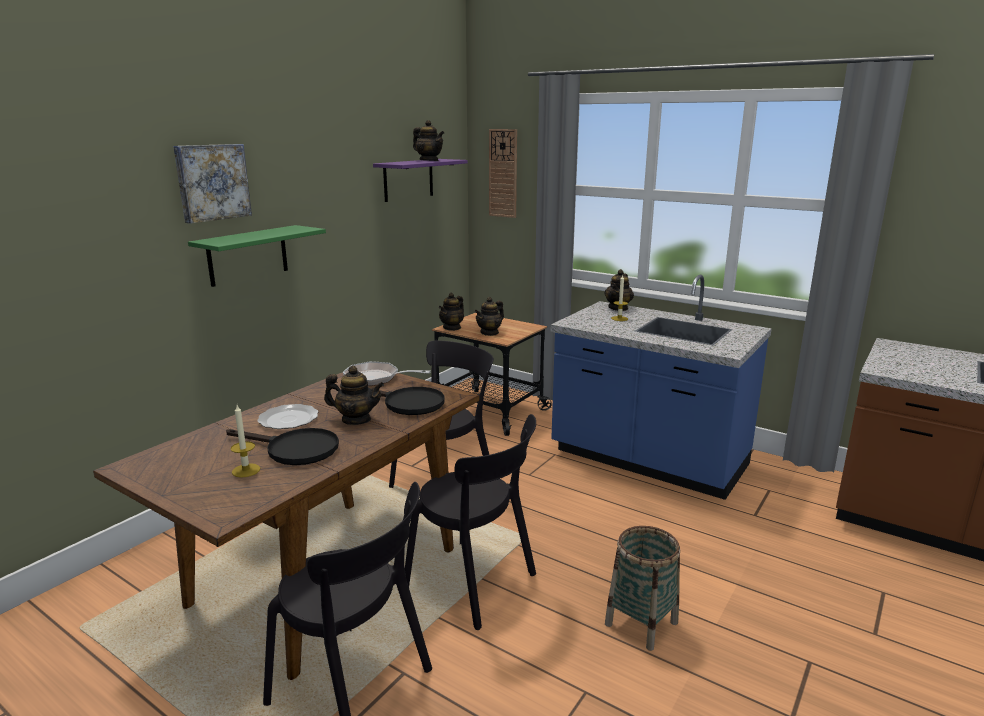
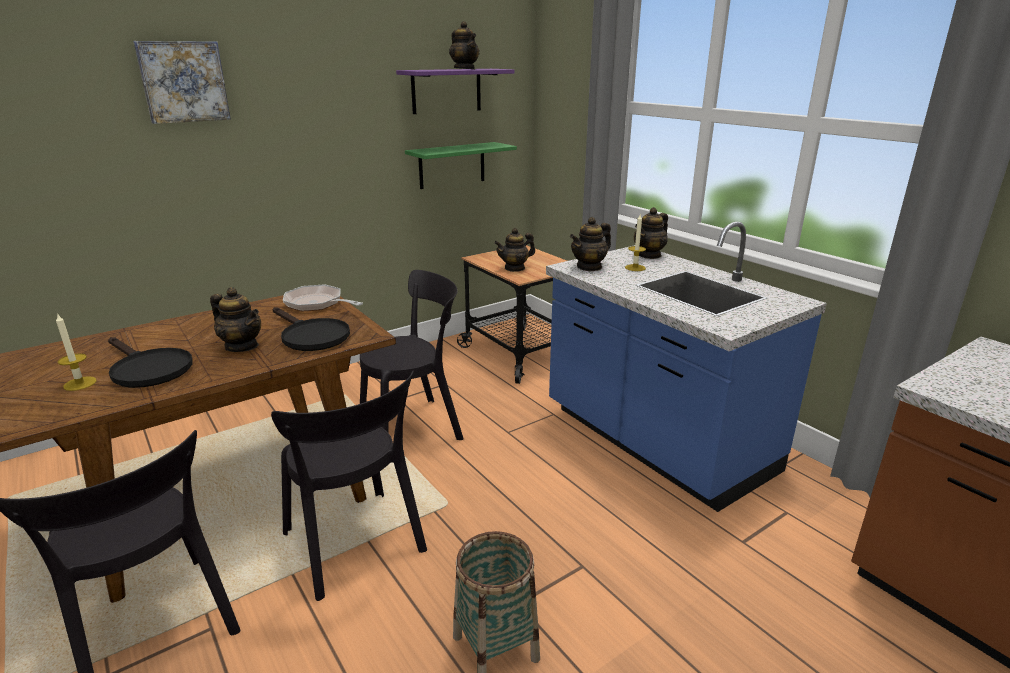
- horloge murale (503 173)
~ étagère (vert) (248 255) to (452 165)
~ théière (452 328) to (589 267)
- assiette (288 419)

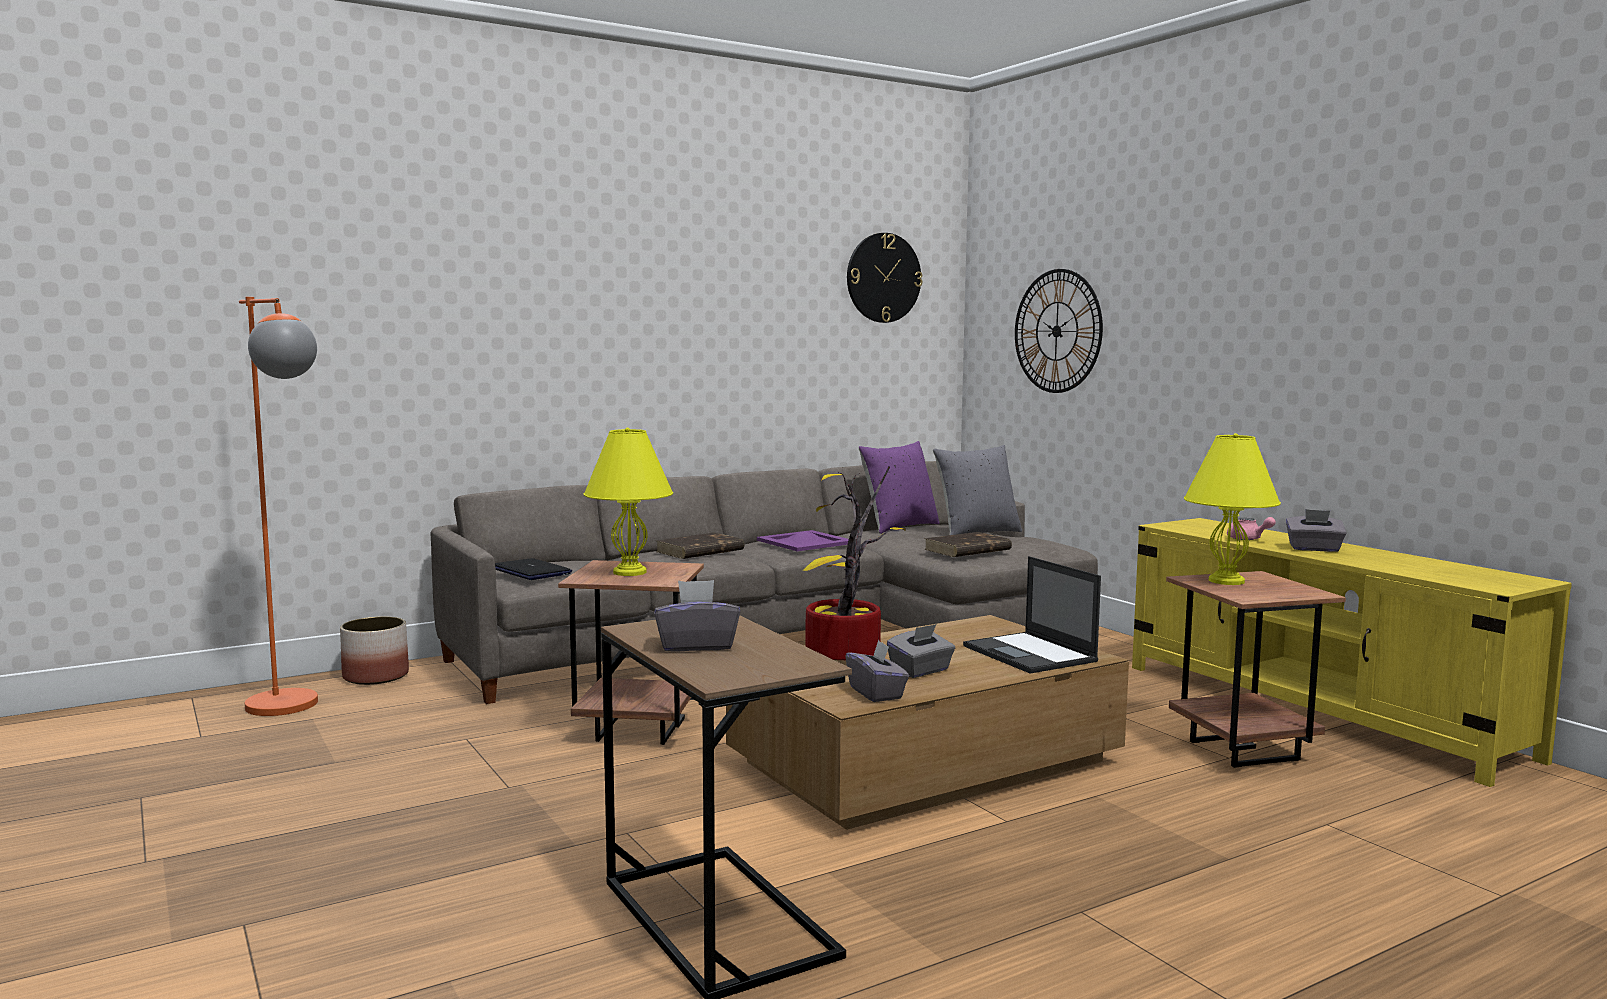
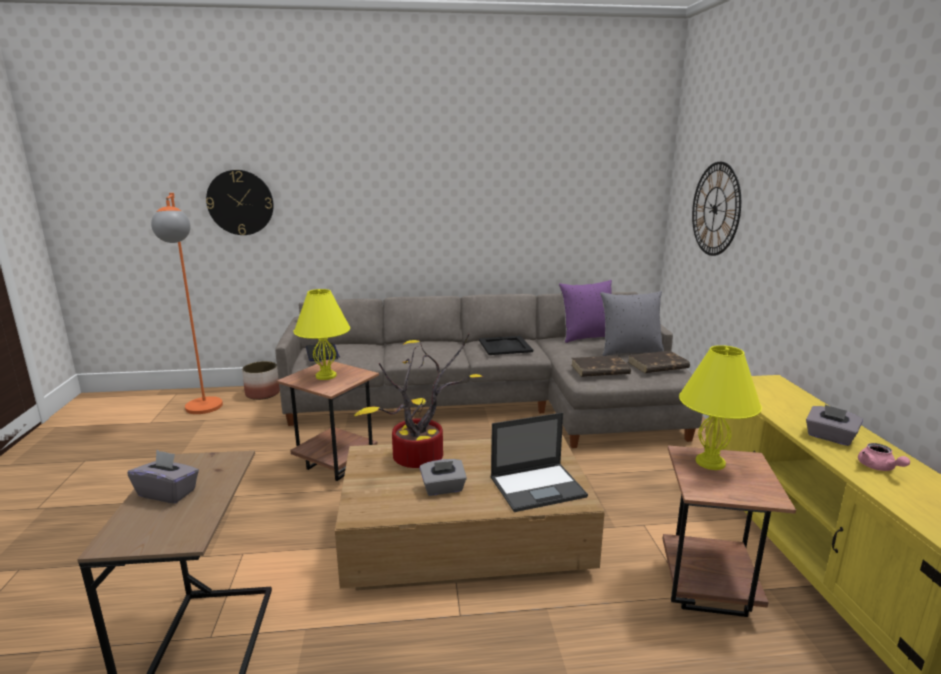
~ horloge murale (883 278) to (240 202)
~ théière (rose) (1247 539) to (878 468)
~ plateau (violet) (805 542) to plateau (noir) (505 346)
~ livre (marron) (699 551) to (657 365)
~ ordinateur portable (1030 654) = (538 487) 105 degrees counterclockwise
- boîte à mouchoirs (gris) (876 693)

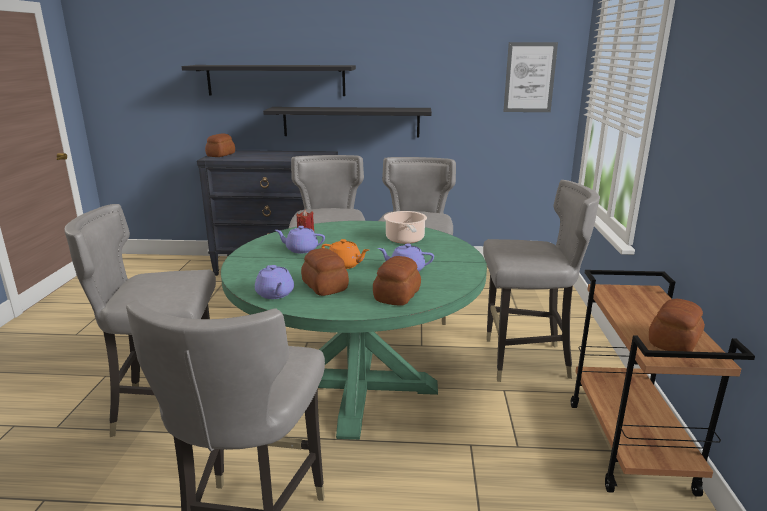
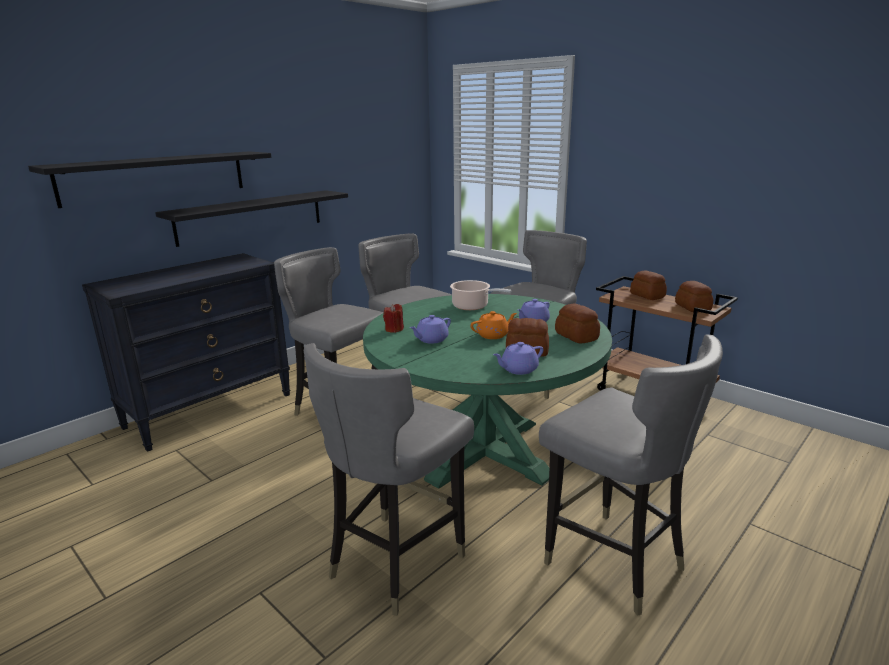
- tableau (529 77)
~ pain (220 155) to (647 296)
~ théière (violet) (275 294) = (518 369) 135 degrees clockwise

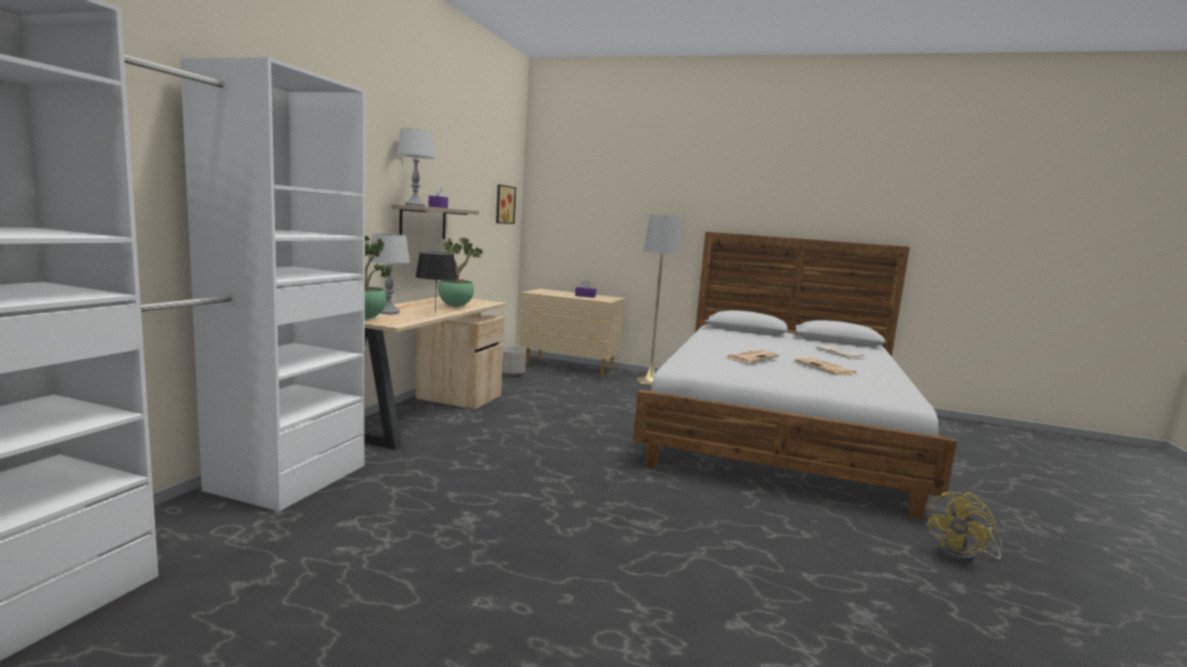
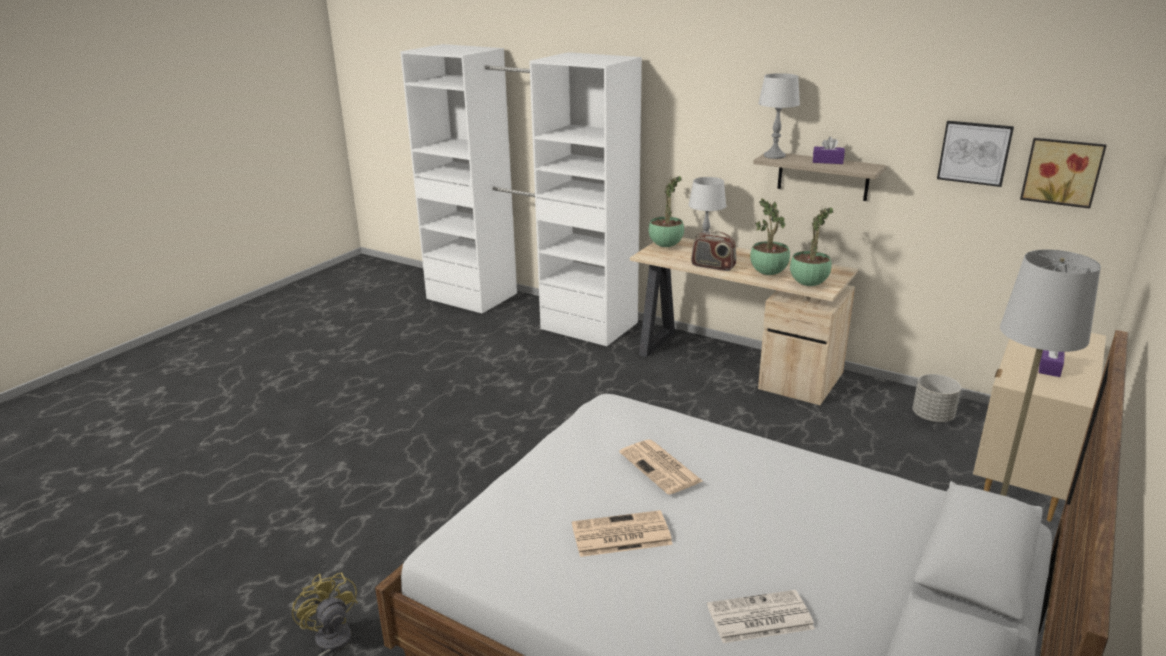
~ lampe de table (noir) (435 313) to radio (713 266)
+ tableau (974 153)
+ plante en pot (808 284)

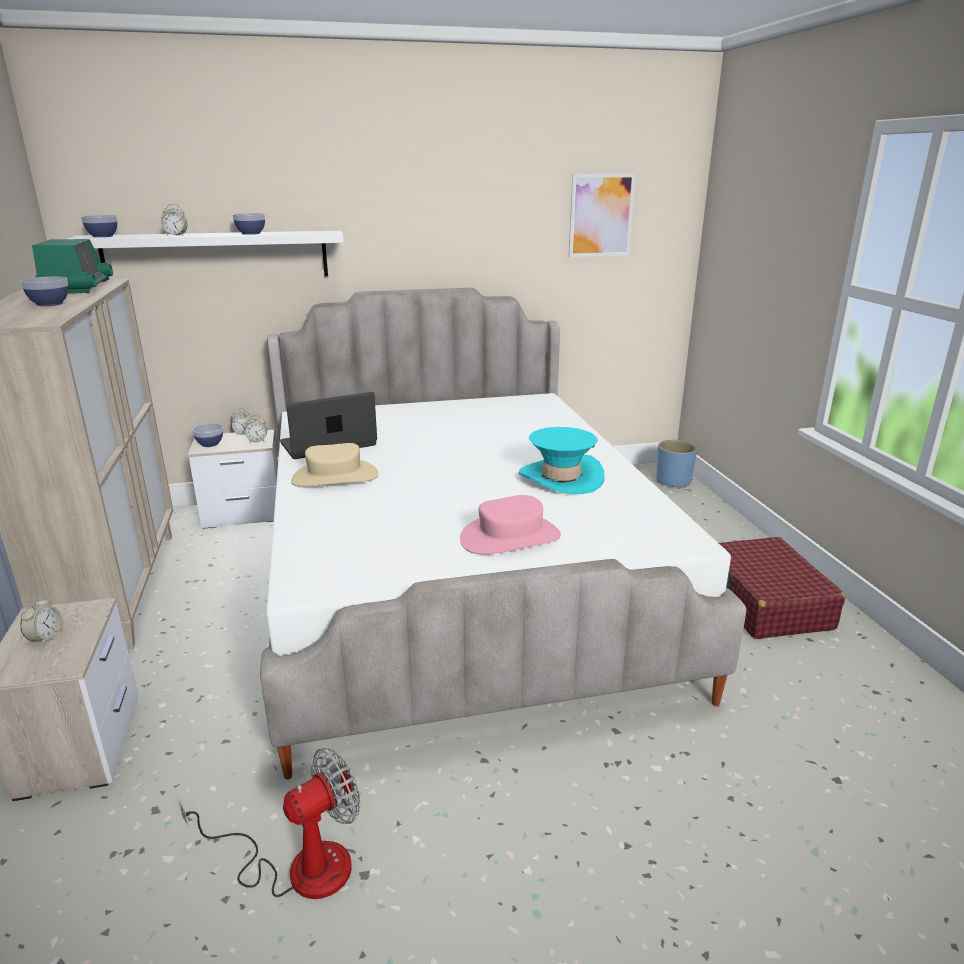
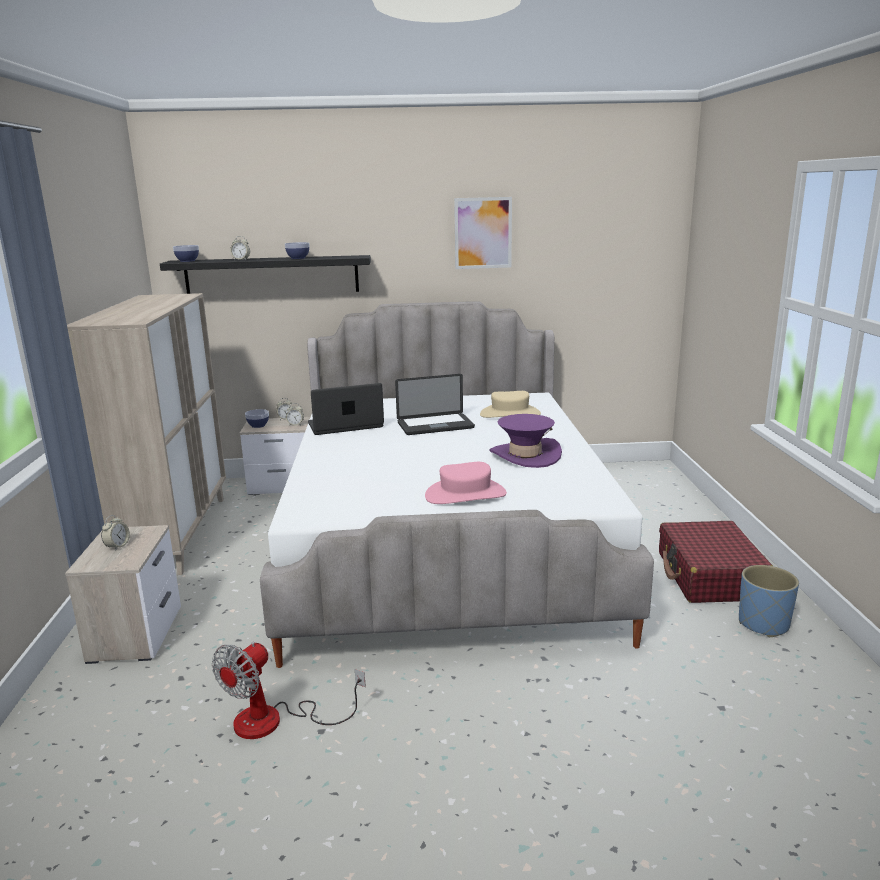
~ tableau (601 215) to (483 233)
~ étagère (blanc) (216 256) to étagère (noir) (272 276)
- radio (77 287)
- bol (50 304)
~ chapeau (turquoise) (561 478) to chapeau (violet) (525 455)
~ cache-pot (bleu) (673 482) to (764 624)
~ chapeau (beige) (335 477) to (510 414)
~ ventilateur (298 866) = (275 721) 150 degrees clockwise
+ ordinateur portable (435 425)

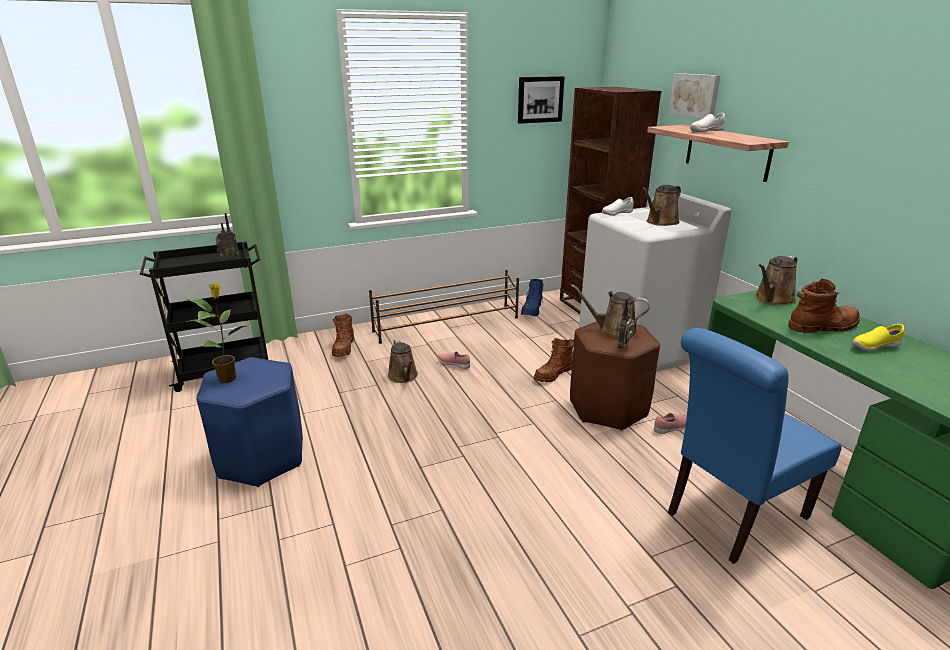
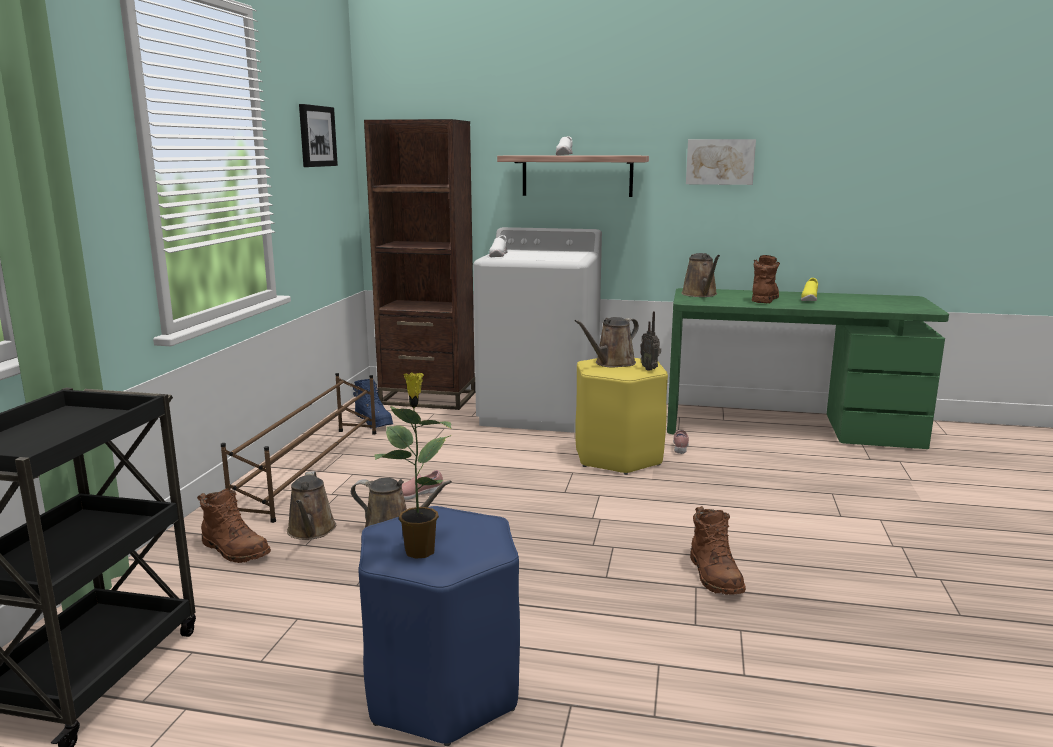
~ tableau (695 95) to (720 162)
~ arrosoir (marron) (660 222) to (311 531)
- radio (229 259)
~ tabouret (marron) (608 408) to tabouret (jaune) (618 457)
- chaise (bleu) (730 517)
~ botte (marron) (553 374) to (714 575)

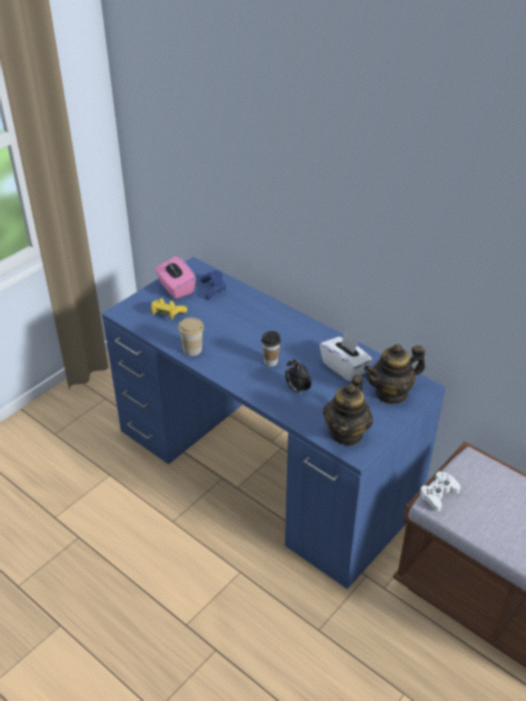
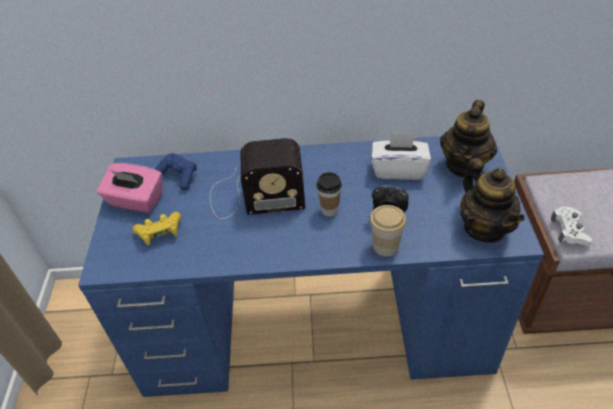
~ tasse (192 349) to (385 246)
+ radio (253 196)

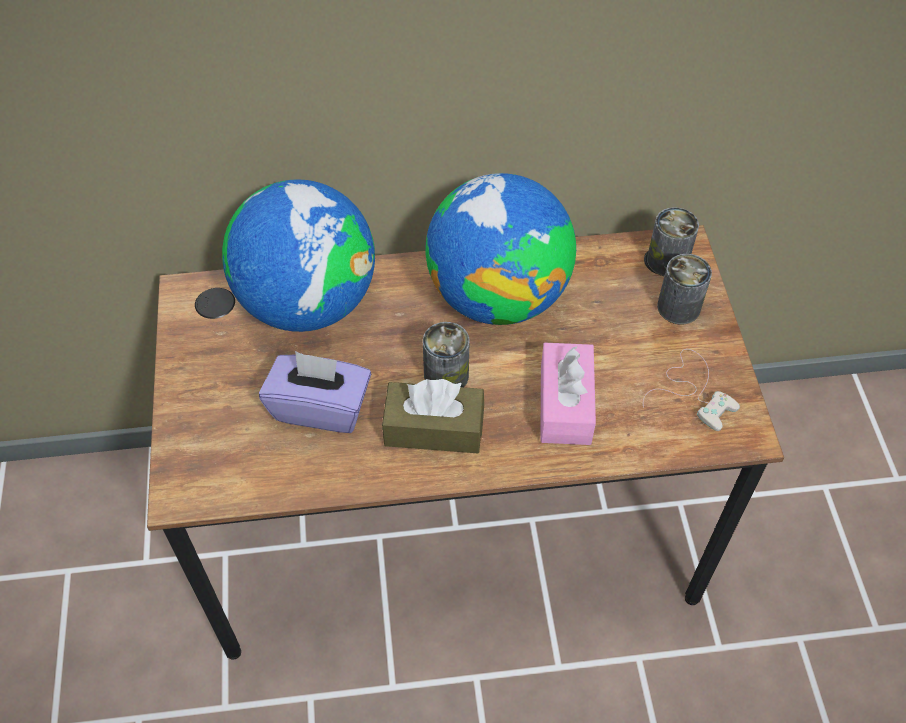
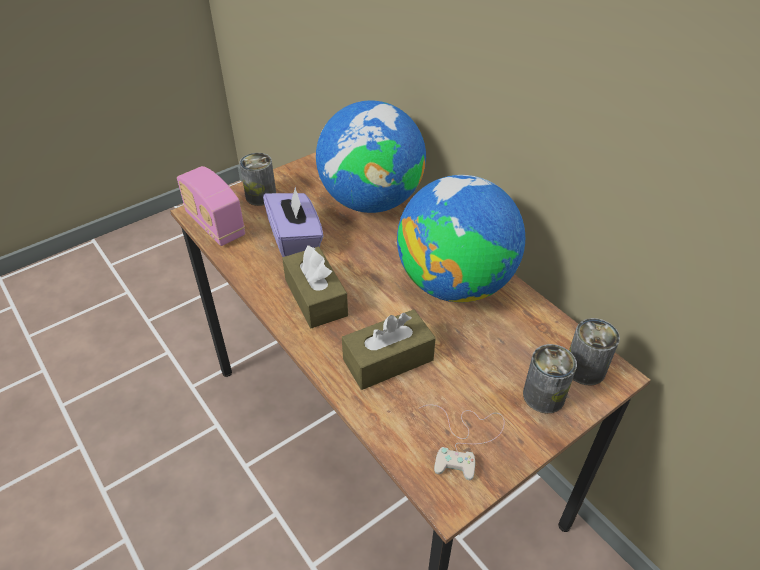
~ boîte métallique (446 375) to (261 196)
~ boîte à mouchoirs (rose) (565 404) to boîte à mouchoirs (marron) (388 360)
+ radio (215 225)

